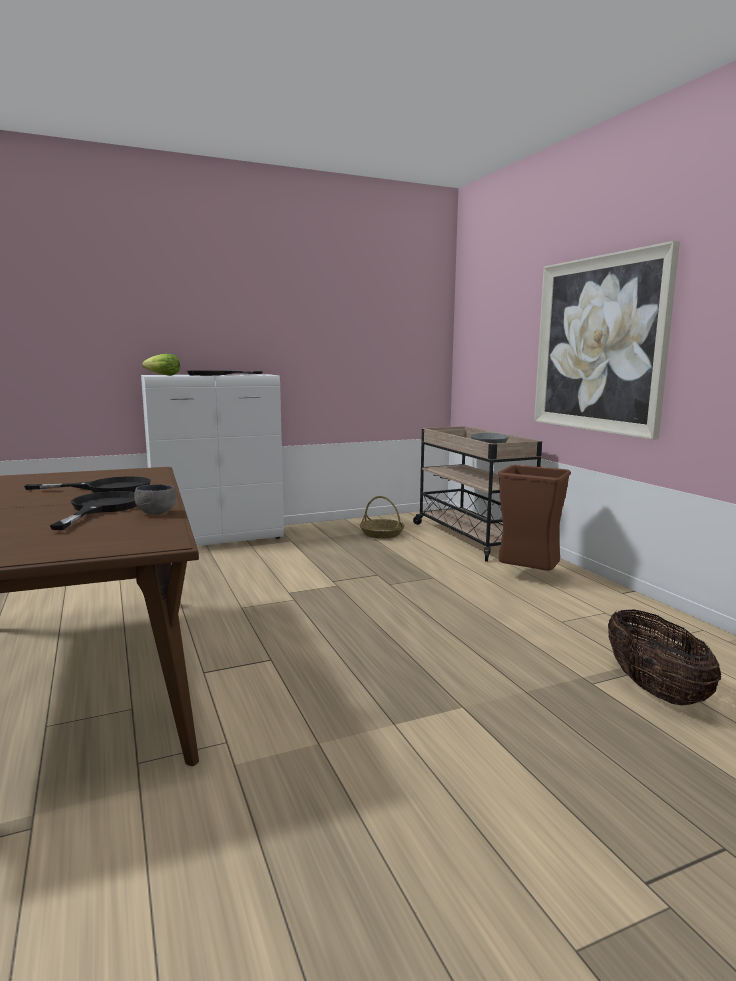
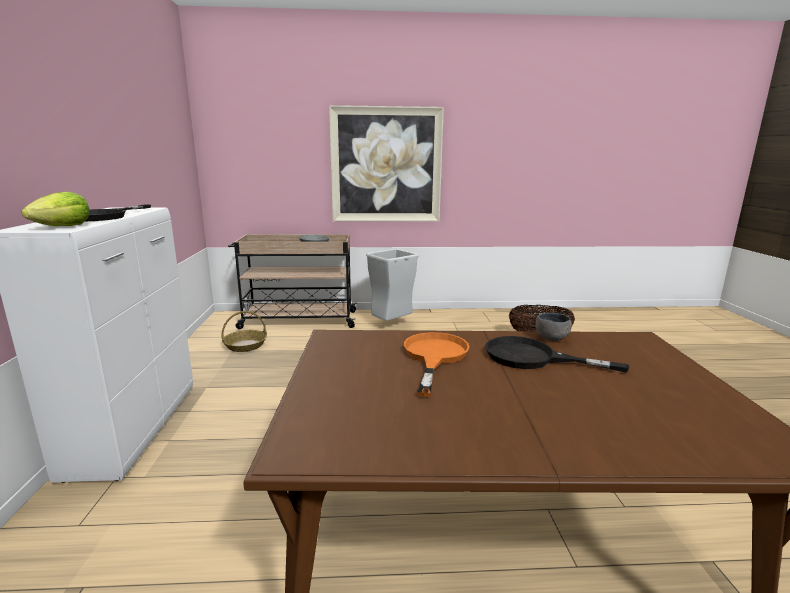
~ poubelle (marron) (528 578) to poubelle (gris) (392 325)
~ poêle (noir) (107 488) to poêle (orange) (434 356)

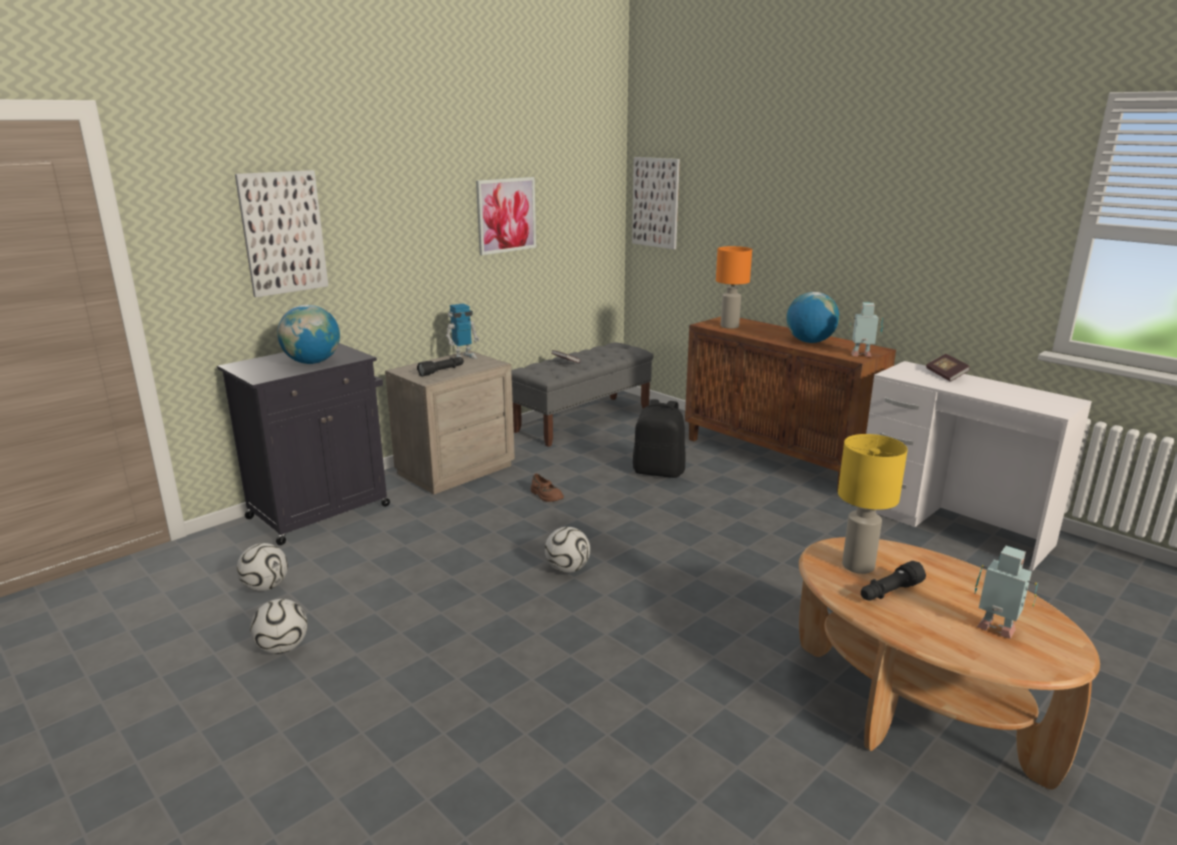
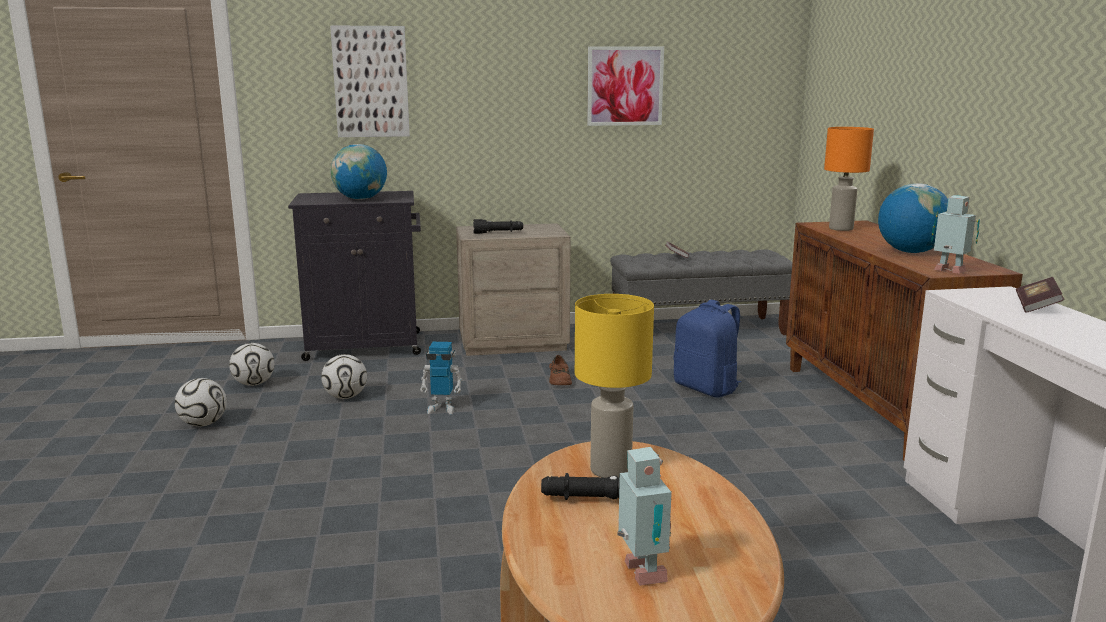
- tableau (656 202)
~ robot jouet (463 357) to (442 408)
~ sac à dos (noir) (659 471) to sac à dos (bleu) (707 388)
~ ballon de foot (567 569) to (346 397)

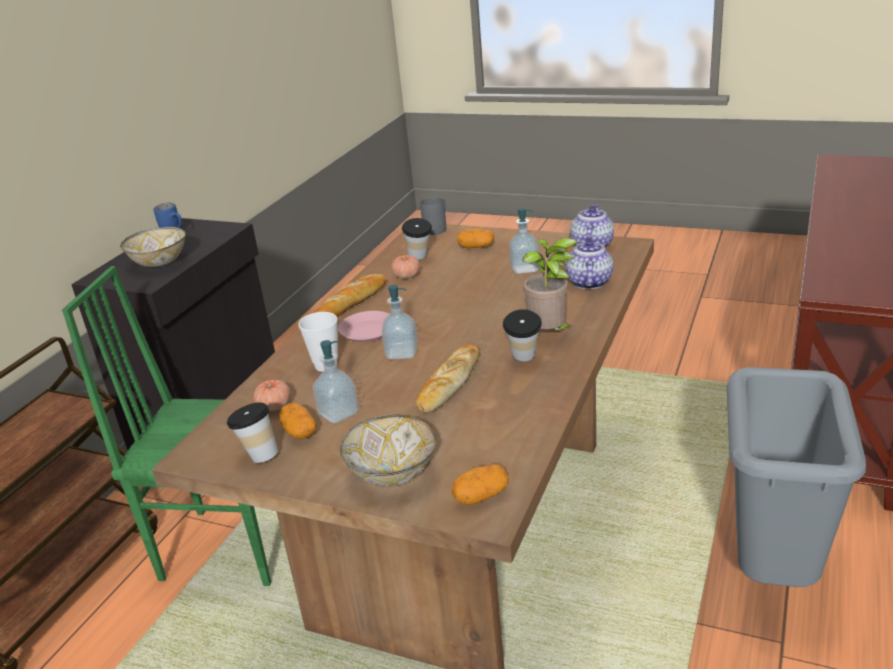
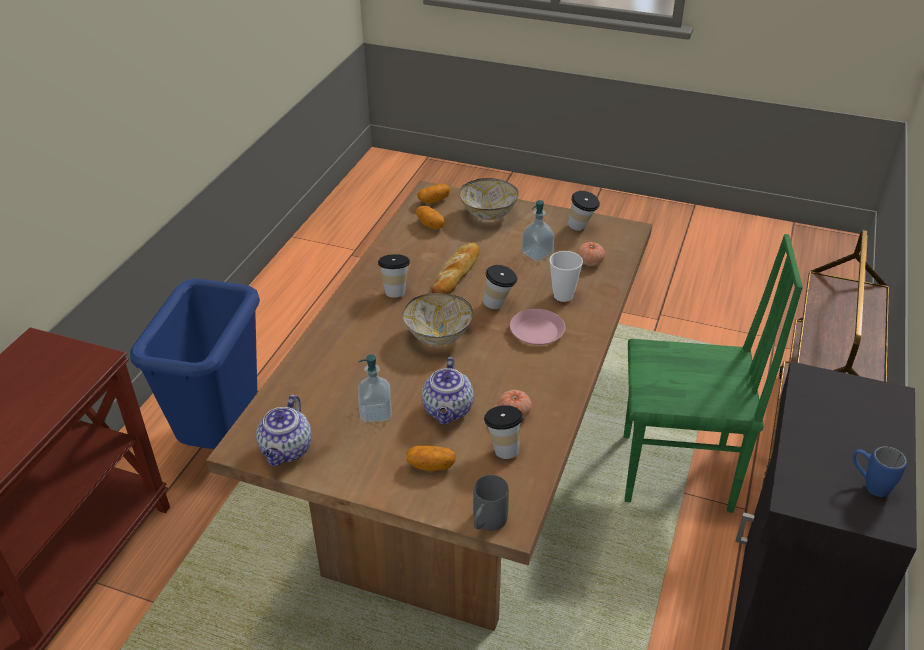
~ bol (159 262) to (439 336)
~ théière (588 282) to (448 411)
- plante en pot (550 334)
- pain (352 301)
~ distributeur de savon (402 353) to tasse (499 304)
~ poubelle (gris) (772 571) to poubelle (bleu) (223 434)
~ pomme de terre (299 432) to (430 225)

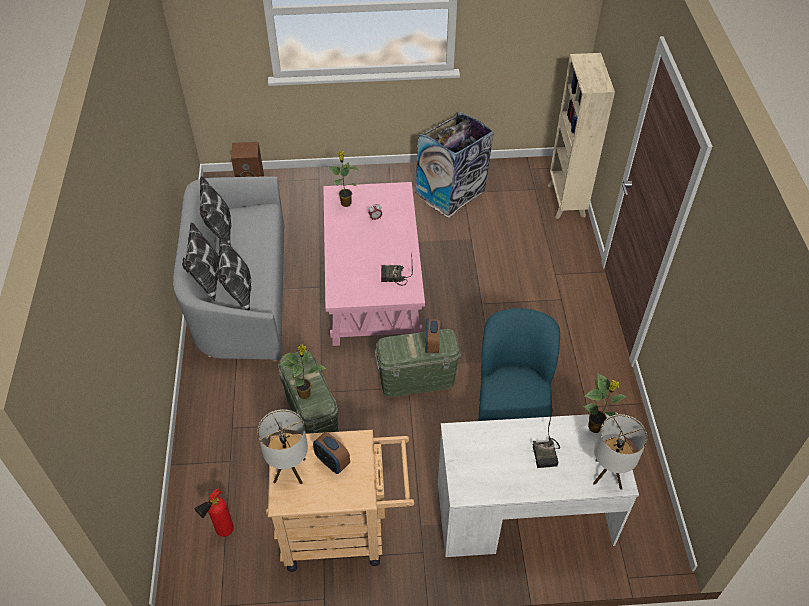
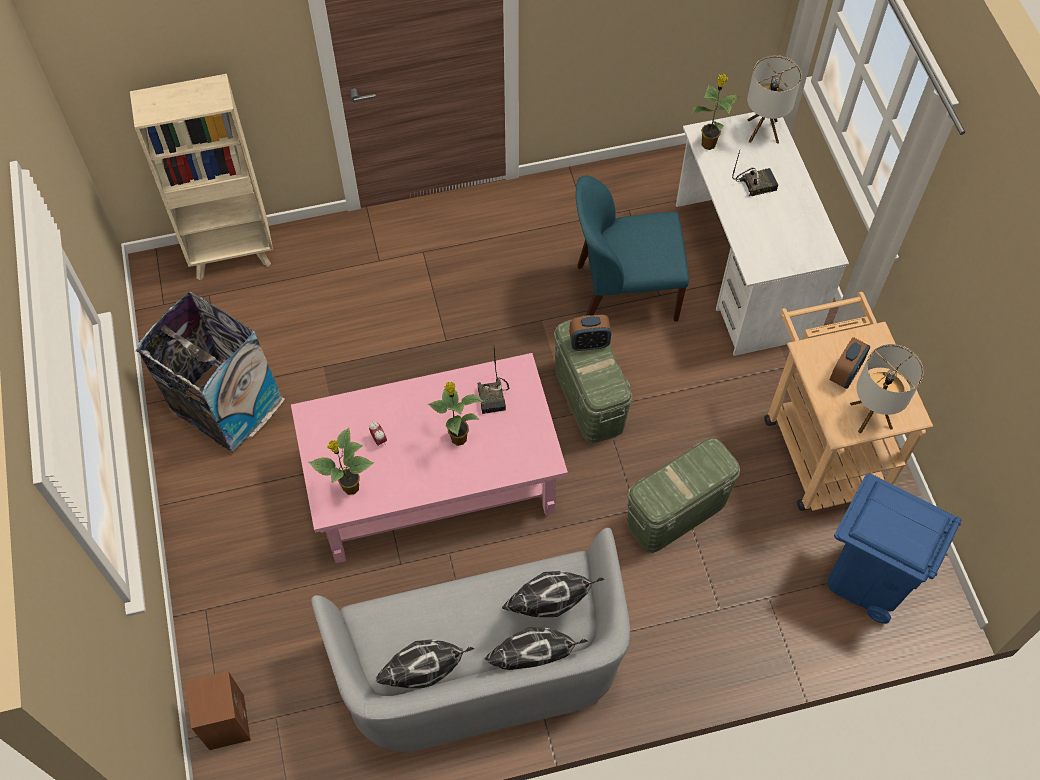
~ plante en pot (305 393) to (457 437)
~ extincteur (221 532) to poubelle (bleu) (867 578)

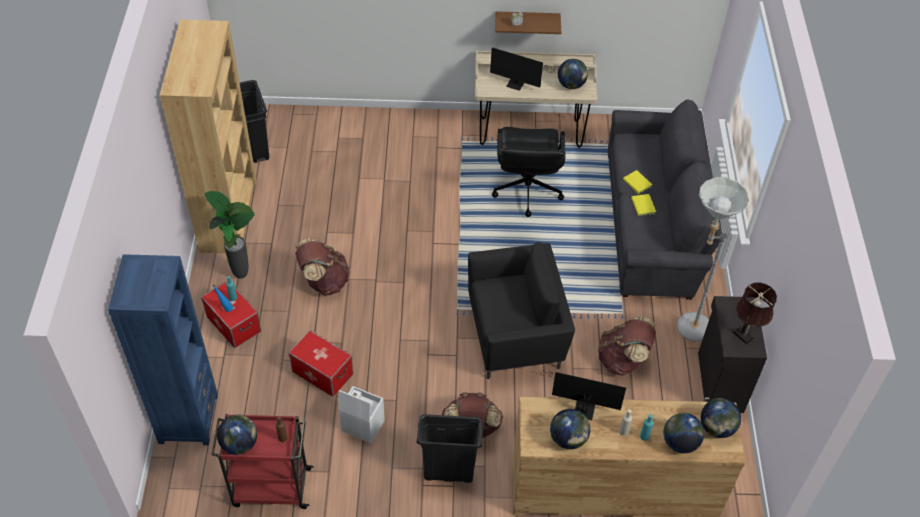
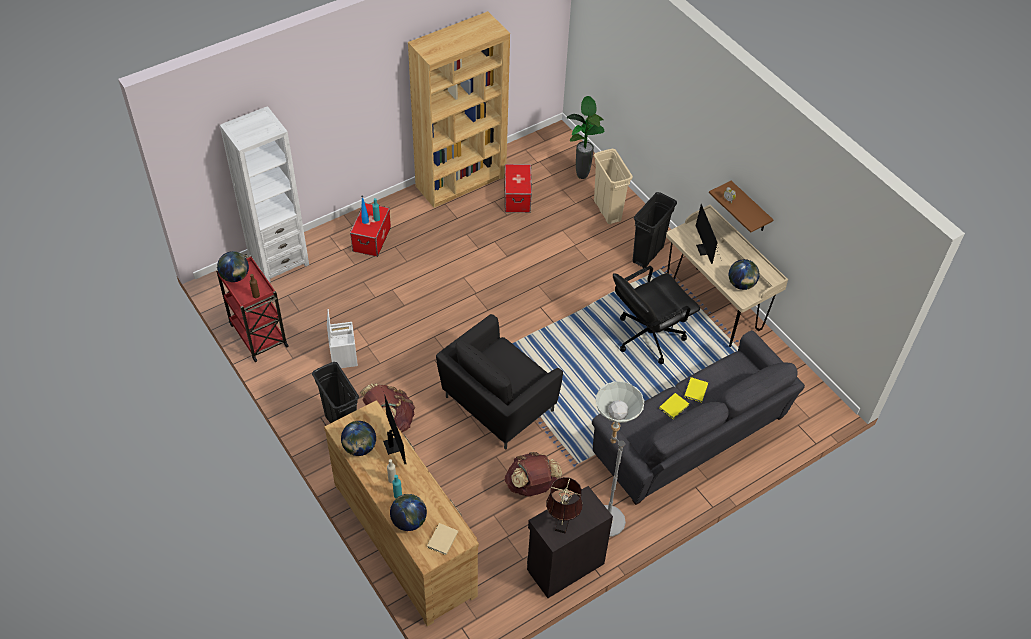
~ poubelle (noir) (257 148) to (648 254)
~ plante en pot (240 274) to (582 176)
- sac à dos (marron) (324 282)
~ fauteuil (noir) (516 335) = (497 404) 90 degrees clockwise
~ bibliothèque (bleu) (188 418) to bibliothèque (blanc) (279 261)
~ boîte de rangement (322 373) to (517 197)
~ globe (716 428) to livre (beige) (441 540)
+ poubelle (beige) (607 211)

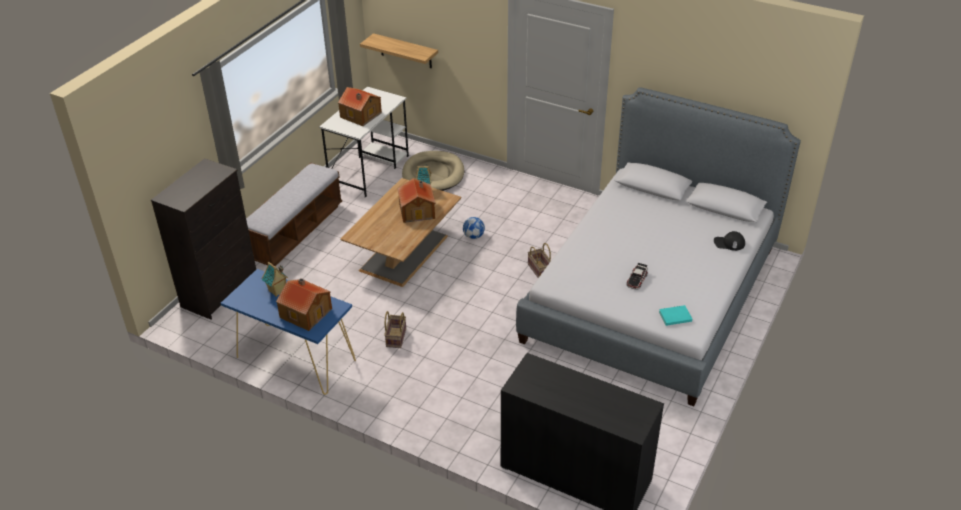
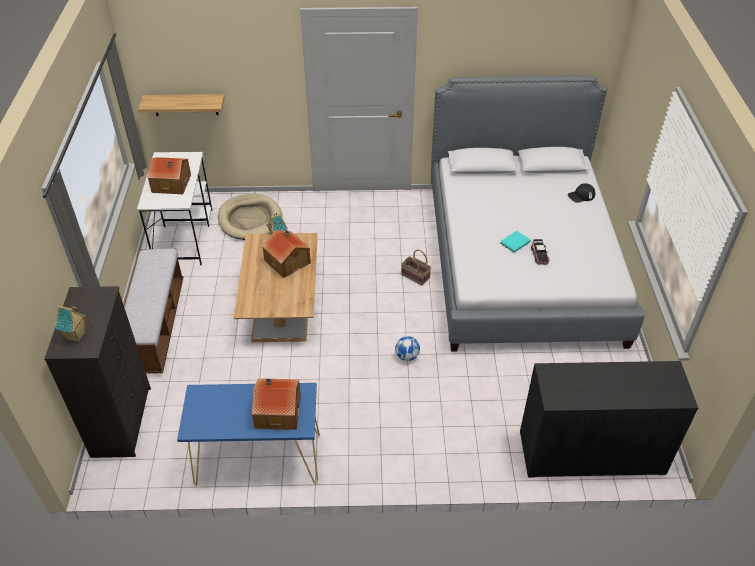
~ ballon de foot (473 236) to (407 356)
~ maison miniature (277 291) to (76 336)
~ livre (turquoise) (674 316) to (514 243)
- panier (395 337)

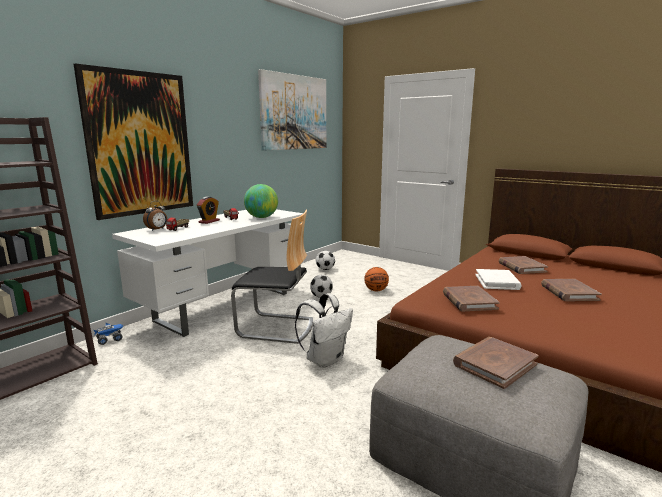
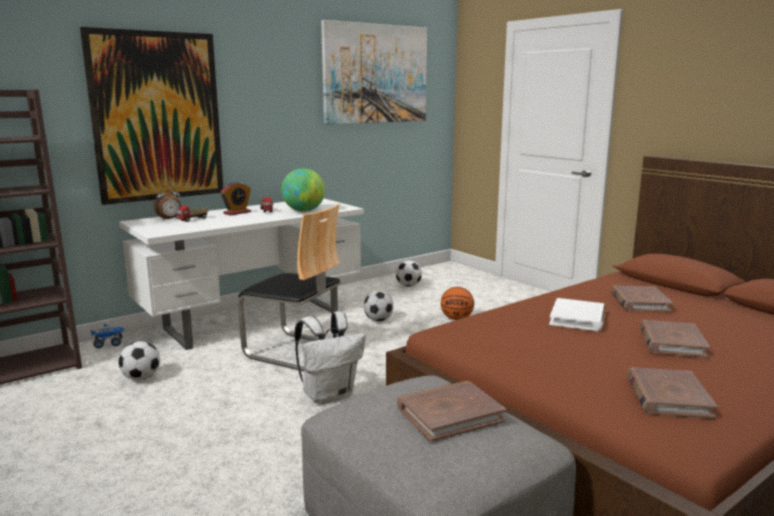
~ livre (marron) (469 301) to (667 397)
+ ballon de foot (141 378)

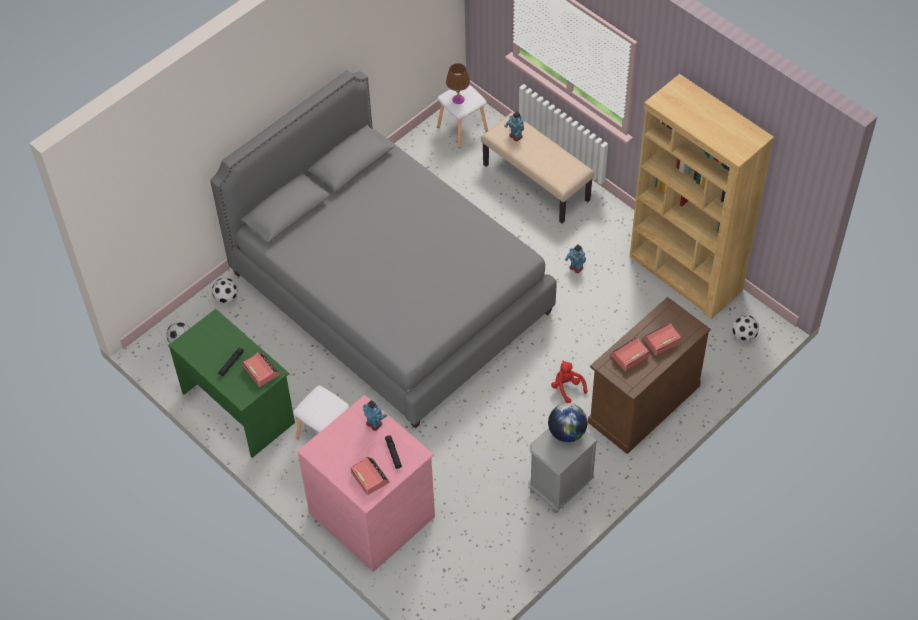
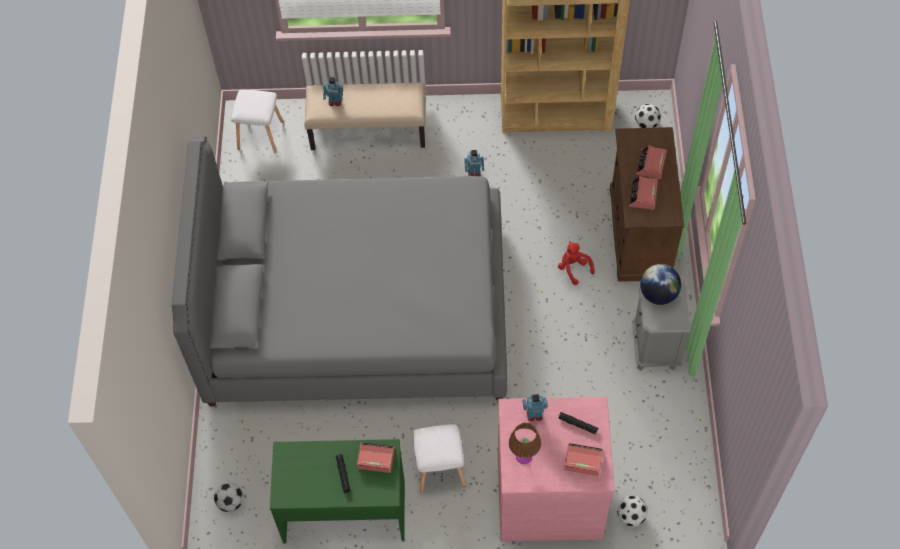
~ lampe de table (marron) (458 99) to (523 456)
~ ballon de foot (226 297) to (631 515)
~ peluche (rouge) (567 388) = (574 268) 45 degrees clockwise

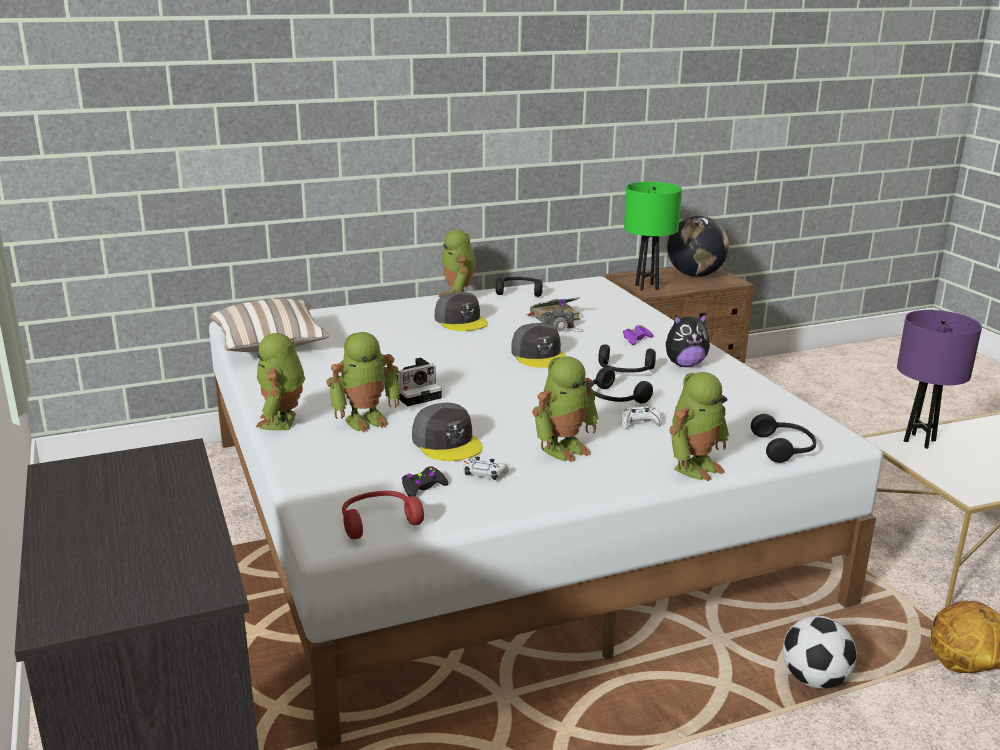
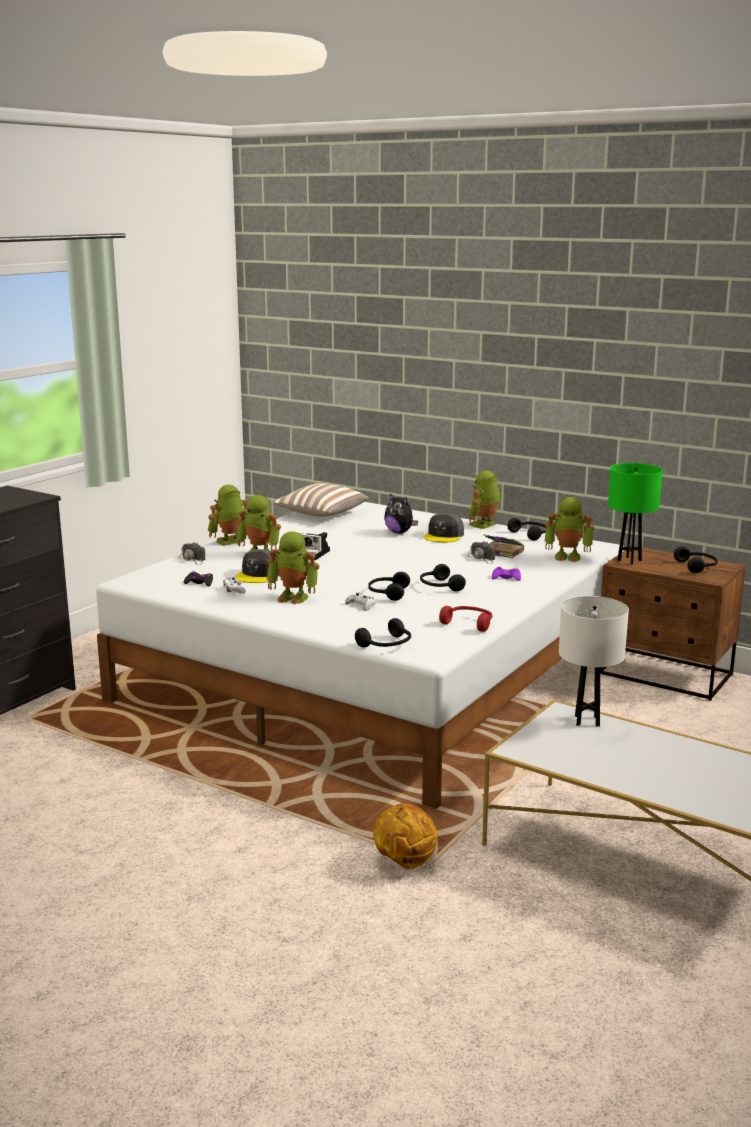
~ globe (695 275) to casque audio (noir) (697 566)
~ lampe de table (violet) (919 441) to lampe de table (blanc) (586 721)
~ peluche (684 364) to (400 532)
- casquette (gris) (539 355)
~ robot jouet (695 466) to (568 556)
~ casque audio (rouge) (378 521) to (469 623)
- ballon de foot (814 679)
+ appareil photo (192 559)

